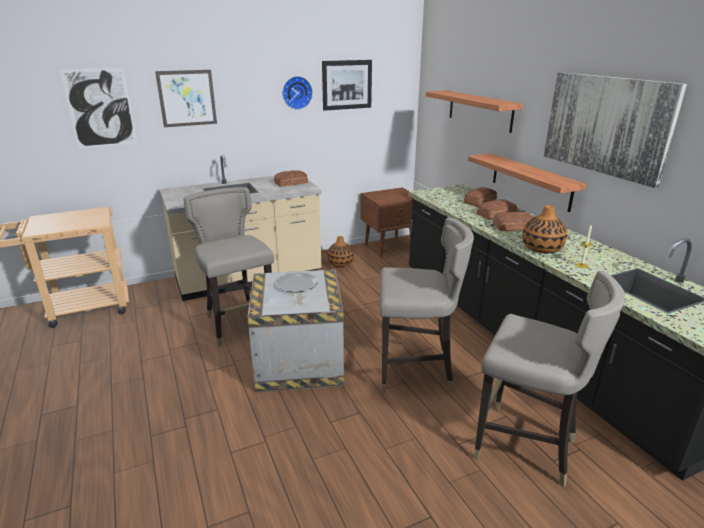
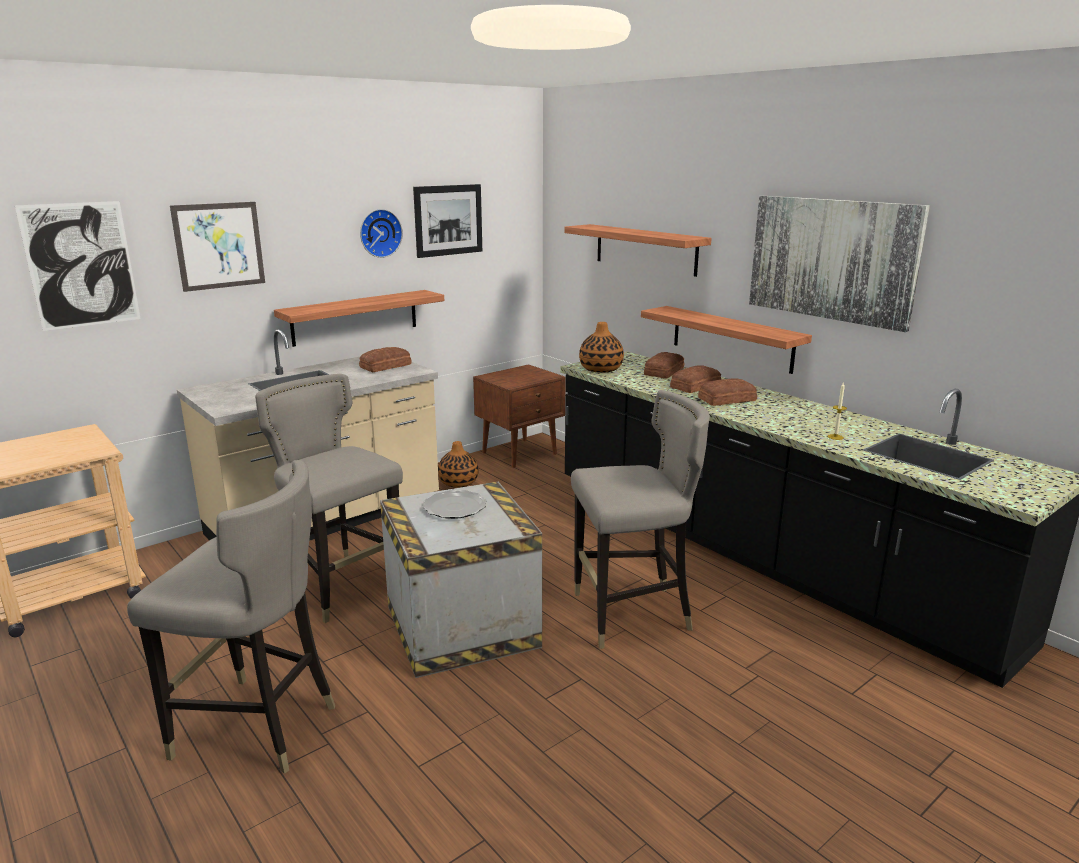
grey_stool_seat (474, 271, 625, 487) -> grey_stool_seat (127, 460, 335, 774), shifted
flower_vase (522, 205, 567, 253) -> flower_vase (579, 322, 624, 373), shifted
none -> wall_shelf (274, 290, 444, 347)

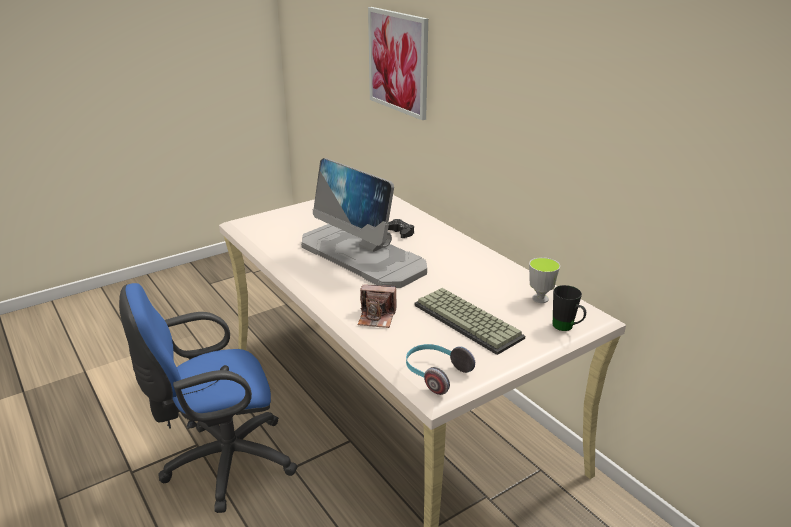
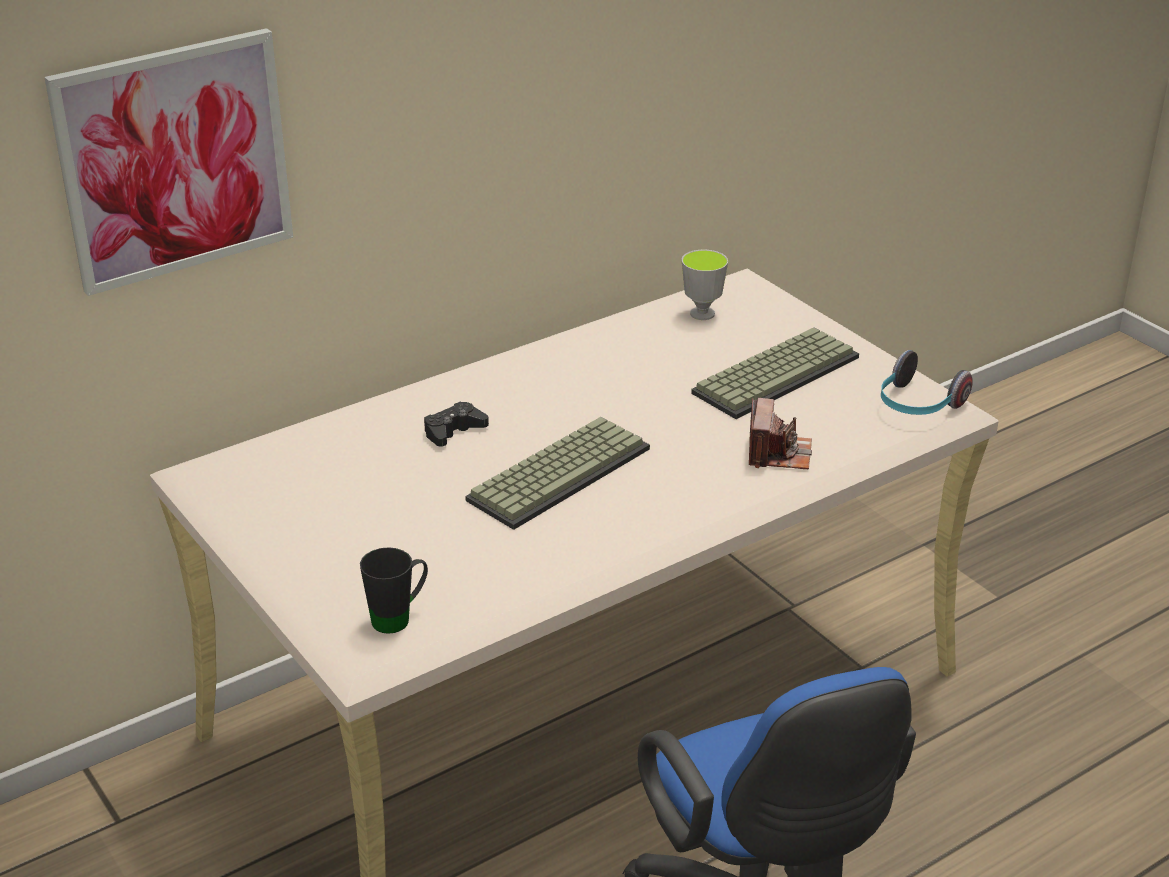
computer_screen (301, 158, 427, 288) -> PC_keyboard (465, 417, 650, 530)
black_tea_mug (553, 285, 586, 331) -> black_tea_mug (360, 547, 428, 634), shifted

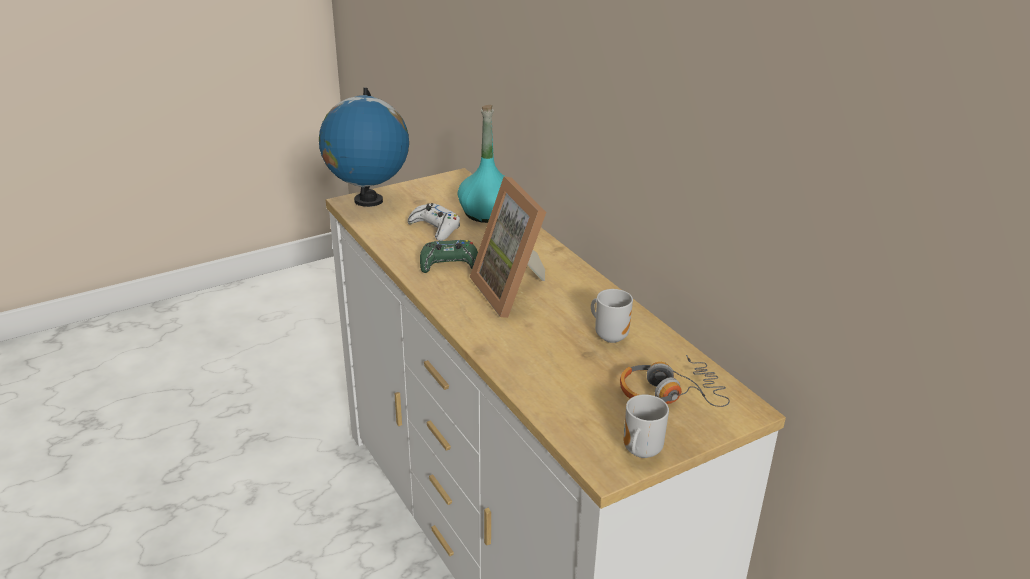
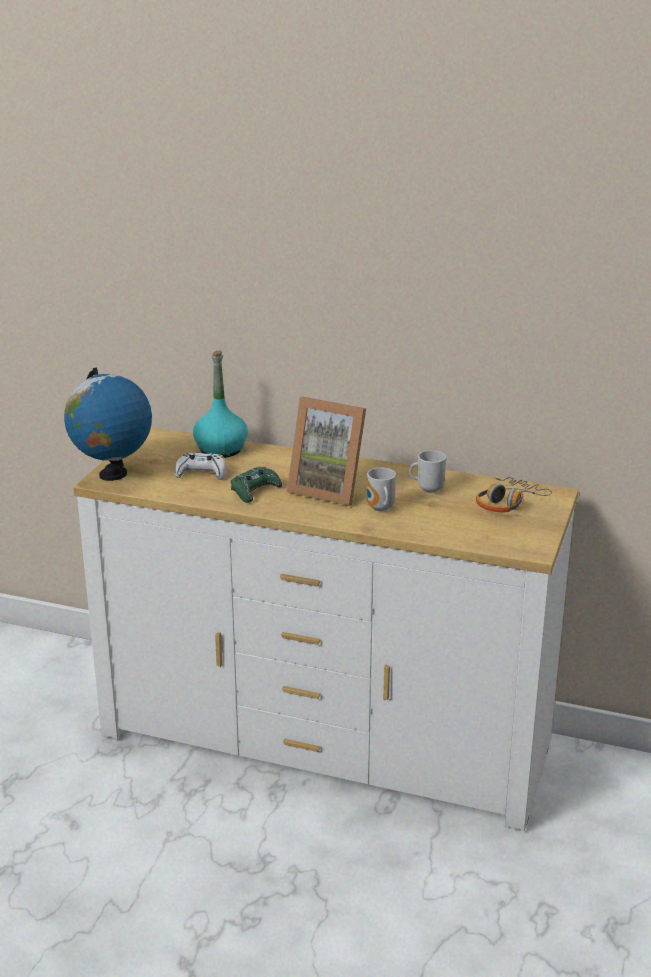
tea_mug (624, 395, 669, 458) -> tea_mug (367, 467, 396, 511), shifted

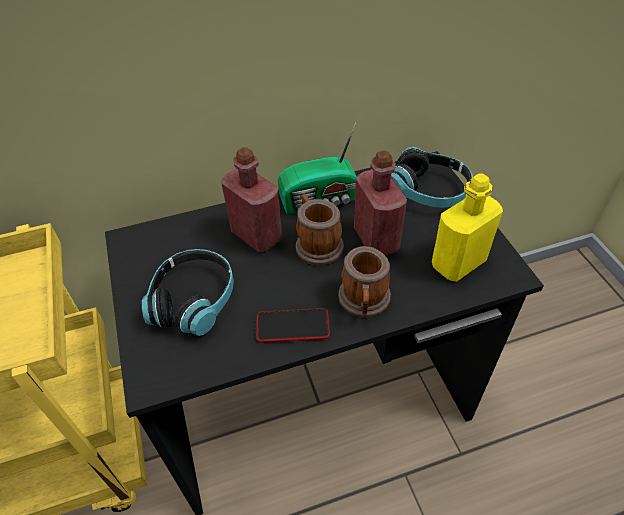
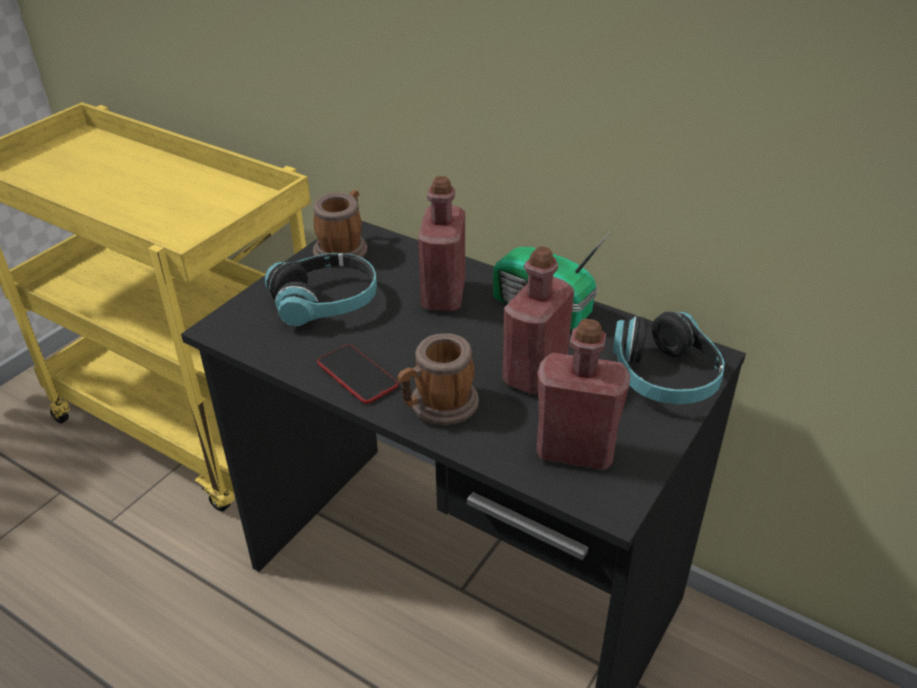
tea_mug (296, 194, 344, 265) -> tea_mug (313, 190, 367, 258), shifted
yellow_bottle (432, 173, 503, 282) -> red-coloured_bottle (536, 319, 630, 470)

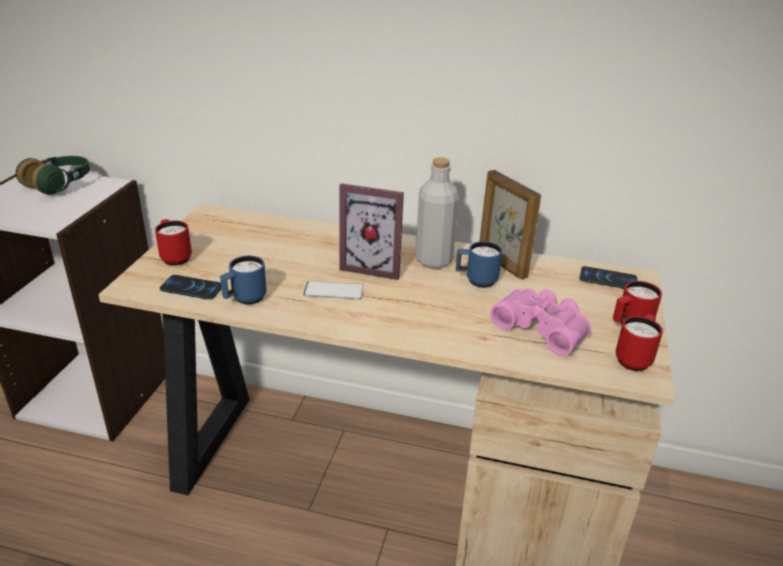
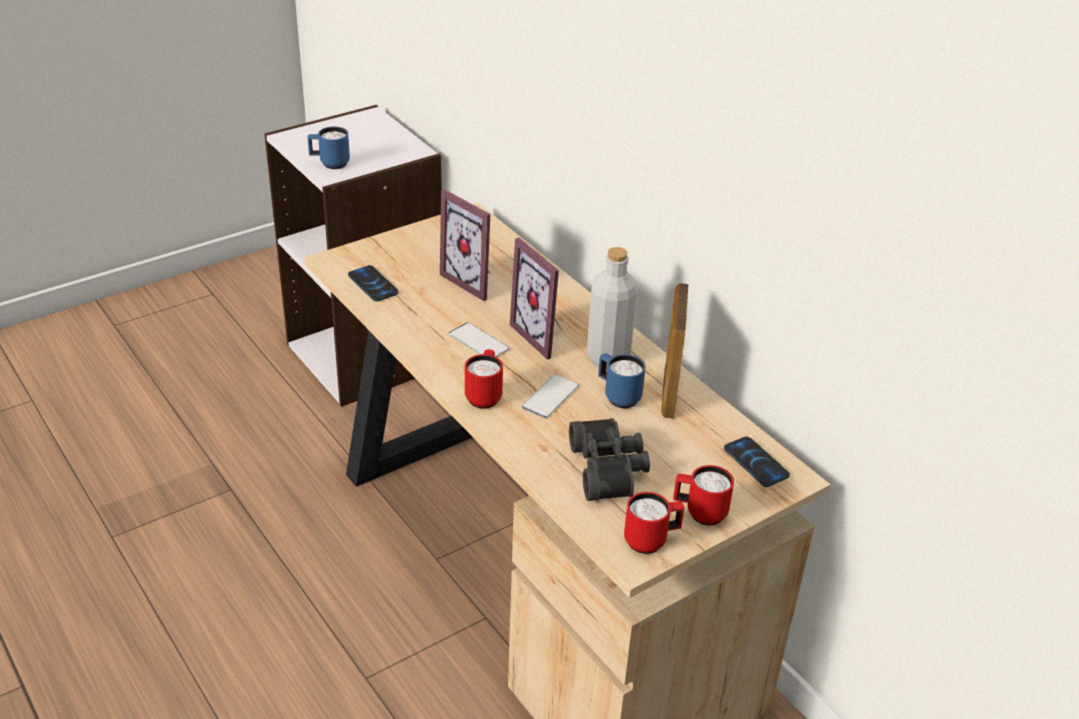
pair_of_headphones (16, 156, 90, 195) -> none
red-coloured_tea_mug (155, 219, 192, 266) -> red-coloured_tea_mug (465, 349, 503, 409), shifted
blue-coloured_tea_mug (220, 256, 266, 305) -> blue-coloured_tea_mug (307, 127, 350, 169), shifted
pink-coloured_binoculars (490, 288, 591, 356) -> black_binoculars (569, 418, 650, 501)
none -> photo_frame (440, 189, 492, 301)
none -> handset (522, 374, 579, 418)

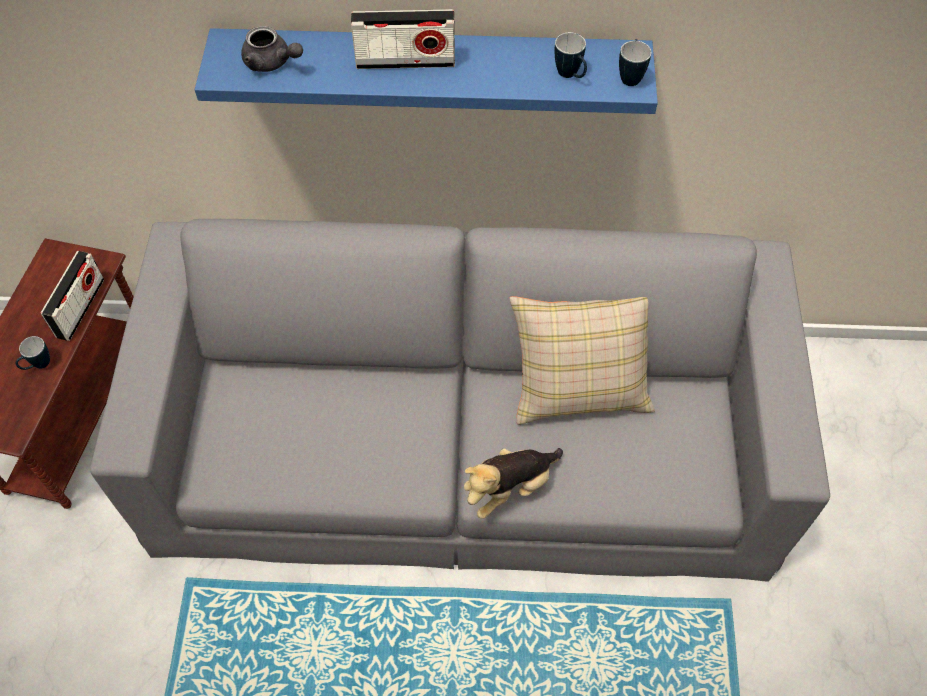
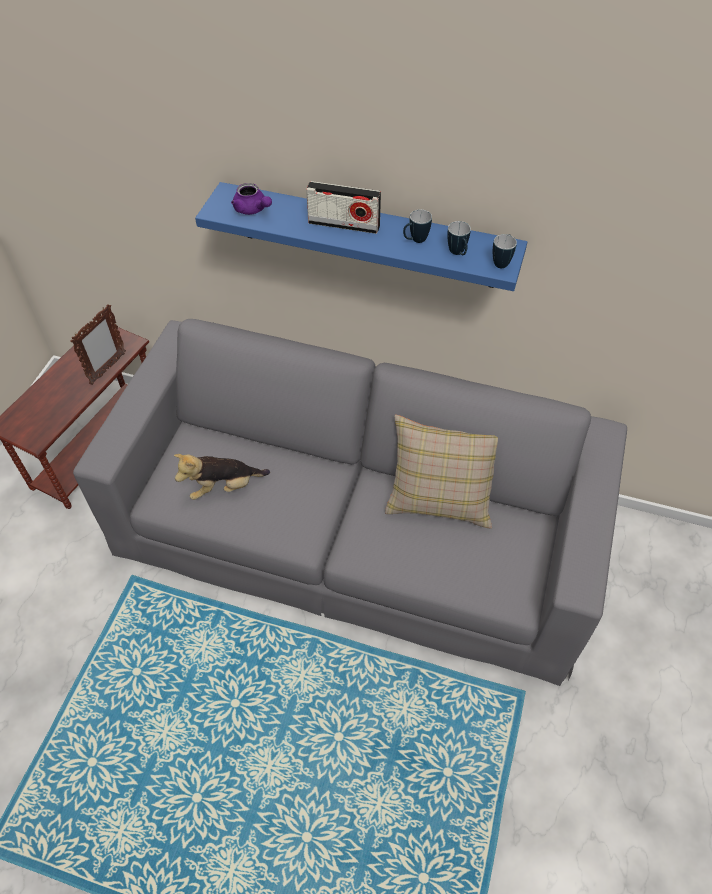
tea_mug (16, 336, 50, 370) -> tea_mug (403, 209, 432, 243), shifted
radio_set (40, 251, 104, 341) -> photo_frame (70, 304, 126, 385)
grey_pot_for_tea (241, 26, 303, 72) -> purple_pot_for_tea (231, 183, 272, 215)
cuddly_toy (464, 448, 563, 519) -> cuddly_toy (174, 454, 270, 500), shifted

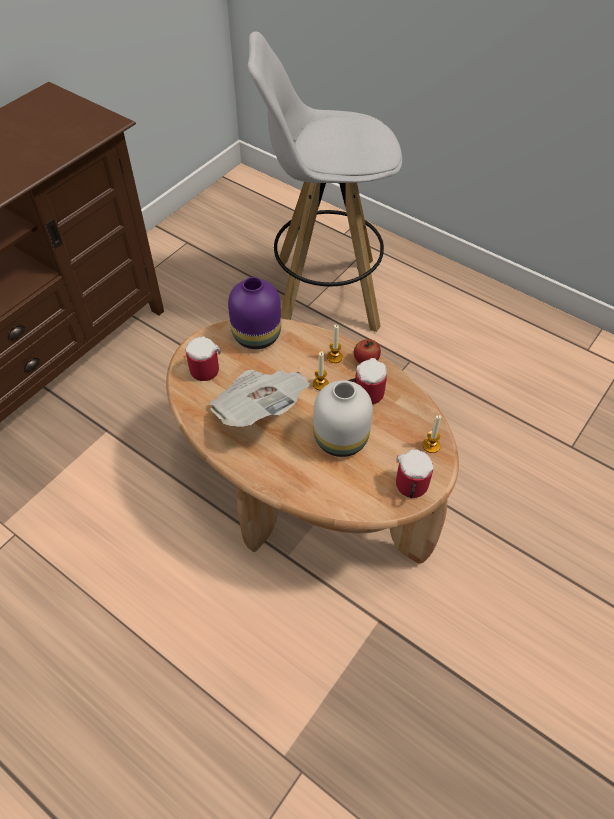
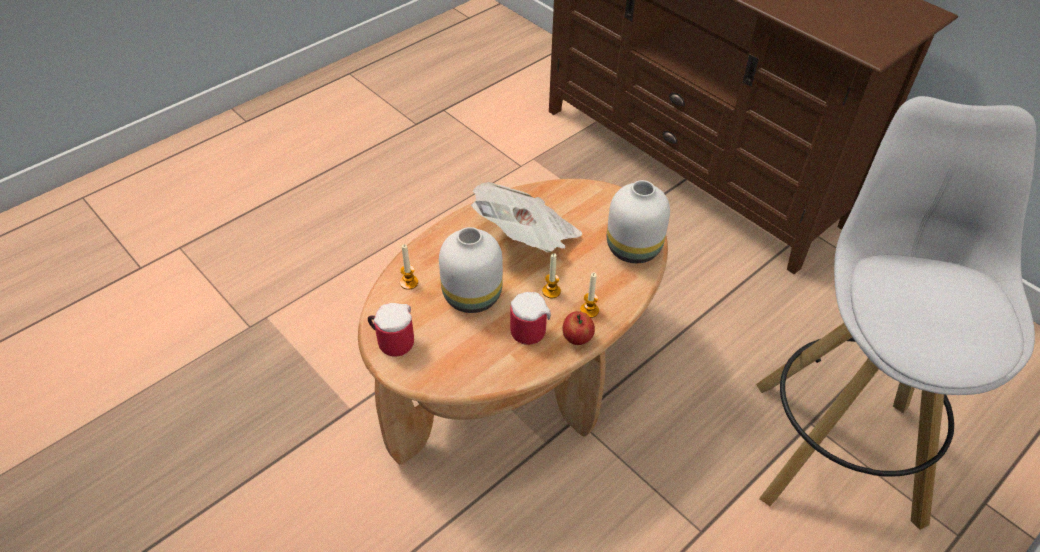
tea_mug (186, 336, 220, 381) -> none
purple_flower_vase (228, 277, 281, 349) -> whitish_flower_vase (607, 180, 670, 263)
wax_candle (423, 415, 441, 453) -> wax_candle (400, 244, 418, 290), shifted

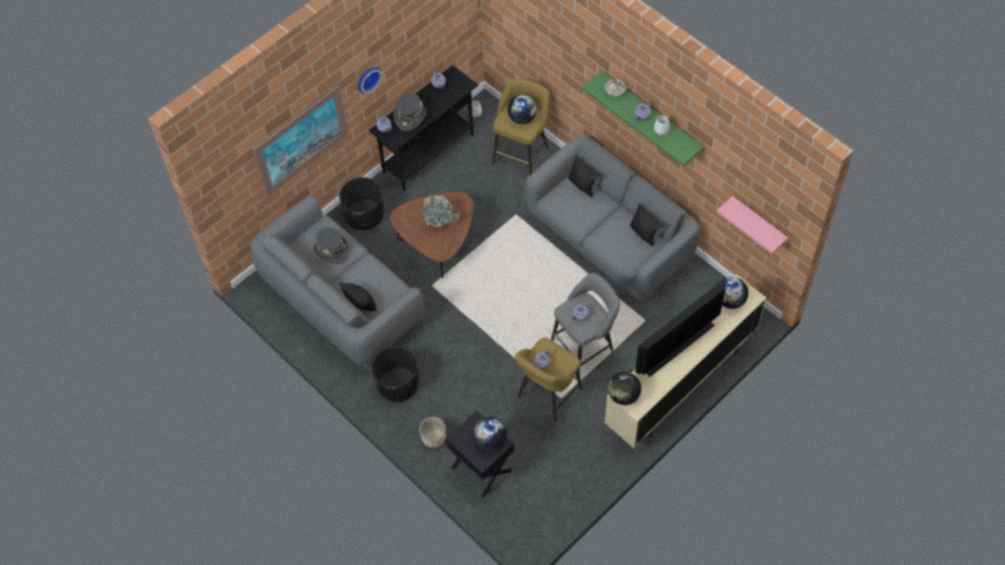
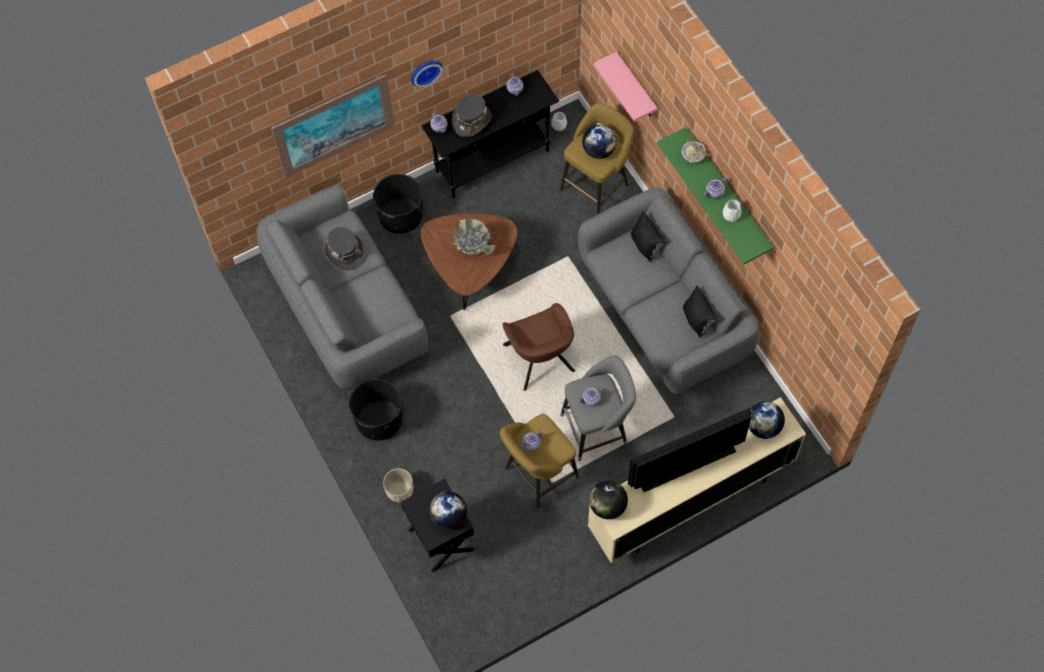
black_pillow (339, 283, 377, 311) -> none
pink-coloured_wall_shelf (717, 196, 788, 254) -> pink-coloured_wall_shelf (594, 52, 657, 122), shifted
none -> brown-coloured_easy_chair (503, 303, 575, 391)

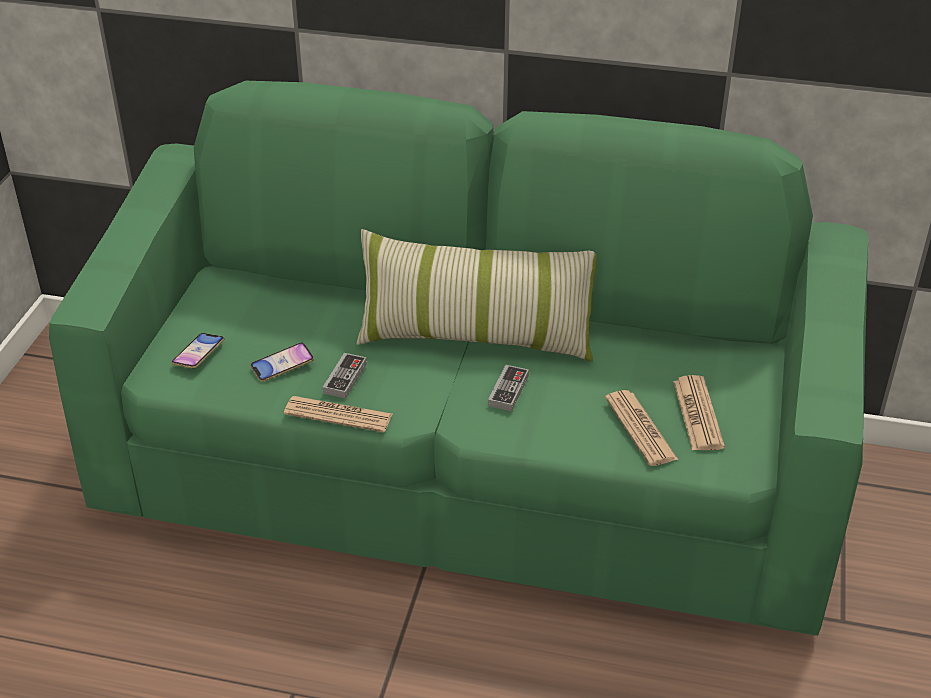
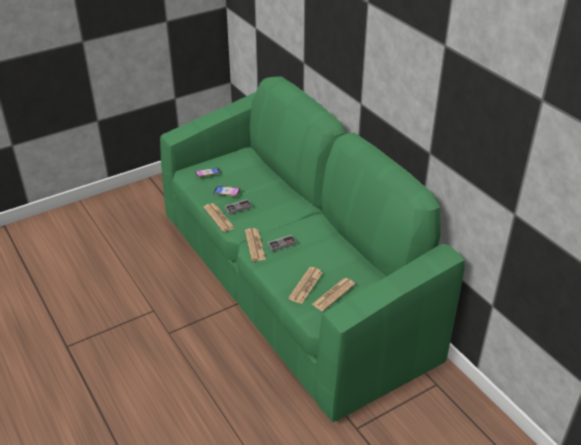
pillow (356, 229, 597, 362) -> none
none -> newspaper (245, 228, 266, 261)

